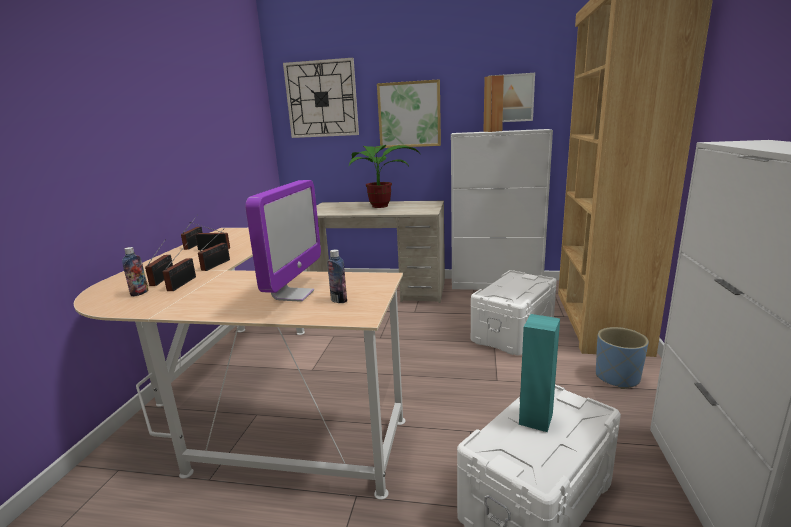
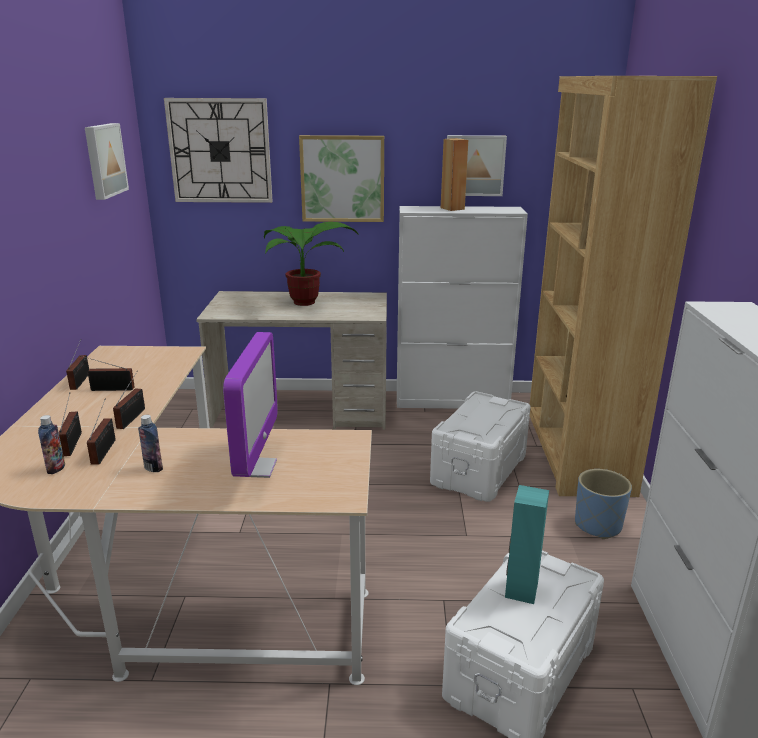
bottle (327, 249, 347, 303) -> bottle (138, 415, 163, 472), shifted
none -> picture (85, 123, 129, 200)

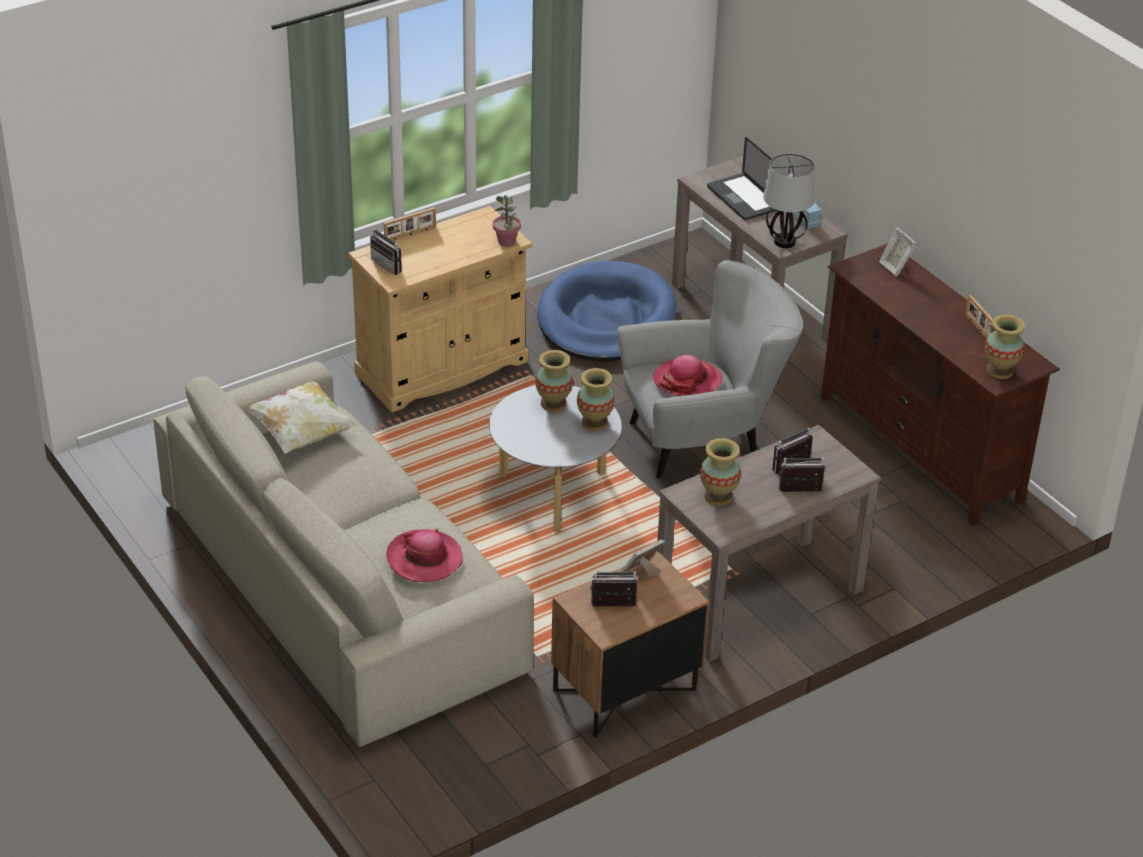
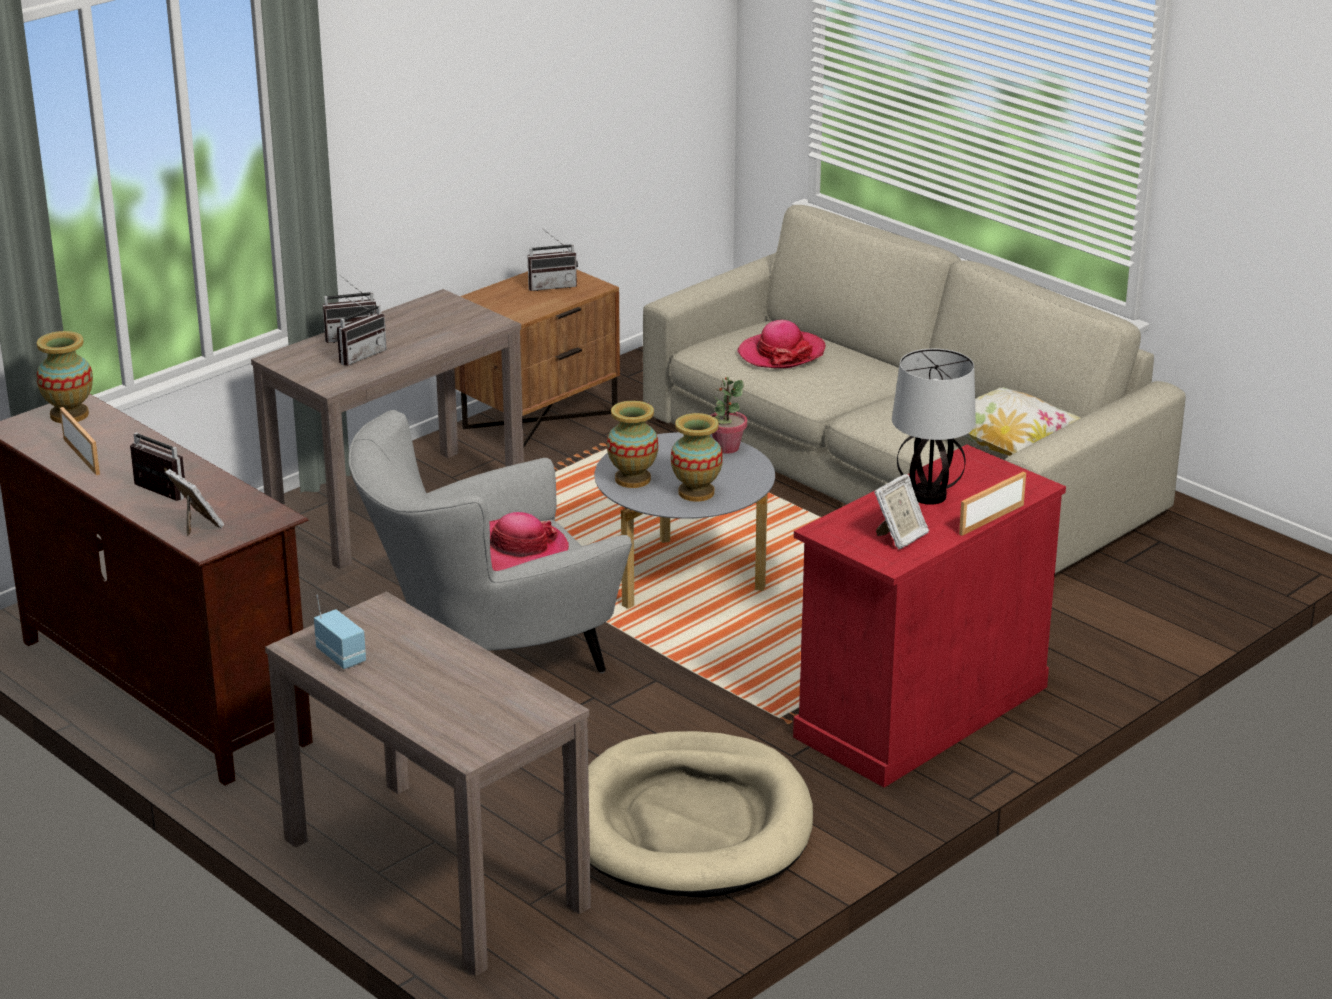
sand-coloured_storage_cabinet (348, 206, 532, 413) -> red-coloured_storage_cabinet (793, 445, 1066, 788)
radio_set (370, 223, 402, 275) -> radio_set (130, 432, 185, 501), shifted
plant_in_a_pot (493, 195, 521, 247) -> plant_in_a_pot (711, 377, 748, 454), shifted
blue-coloured_dog_bed (538, 261, 677, 361) -> sand-coloured_dog_bed (588, 731, 813, 898)
photo_frame (621, 540, 665, 577) -> photo_frame (874, 474, 929, 549), shifted
flower_vase (700, 438, 741, 506) -> none
laptop (707, 137, 778, 220) -> none
table_lamp (763, 154, 815, 248) -> table_lamp (892, 349, 976, 505), shifted

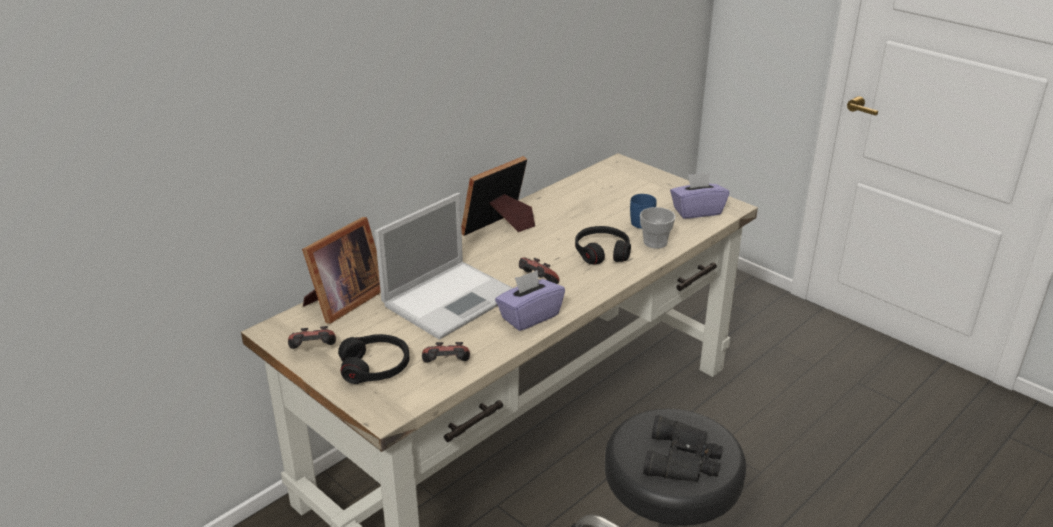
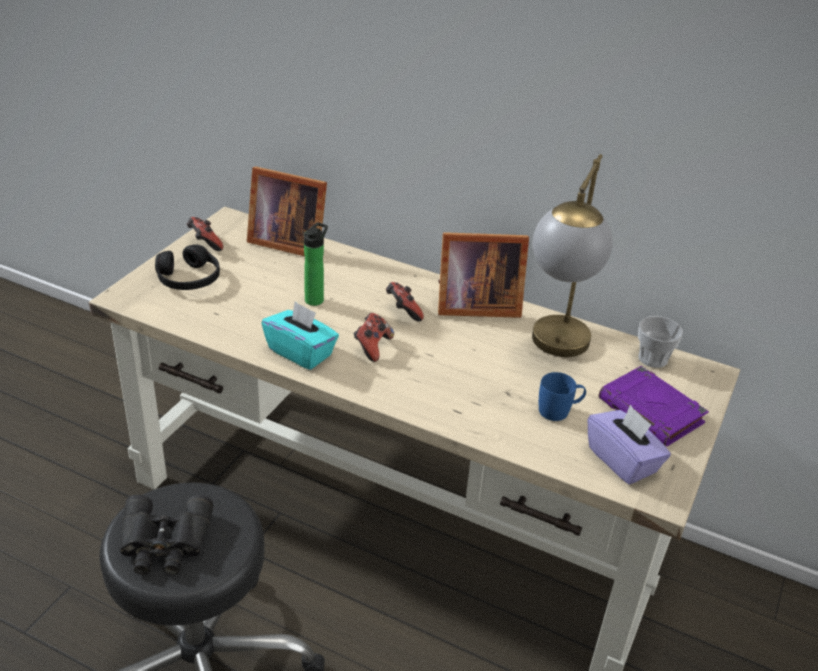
laptop (375, 193, 513, 340) -> bottle (304, 222, 328, 306)
joypad (422, 342, 470, 362) -> joypad (386, 282, 424, 321), shifted
photo_frame (461, 156, 535, 236) -> photo_frame (438, 232, 529, 318), 150 degrees clockwise
purple_box_of_tissues (495, 270, 565, 331) -> turquoise_box_of_tissues (261, 301, 339, 370)
black_pair_of_headphones (575, 226, 631, 265) -> none
cup (640, 207, 676, 249) -> cup (638, 316, 683, 368), shifted
none -> table_lamp (532, 154, 613, 357)
none -> purple_bound_book (599, 366, 709, 447)

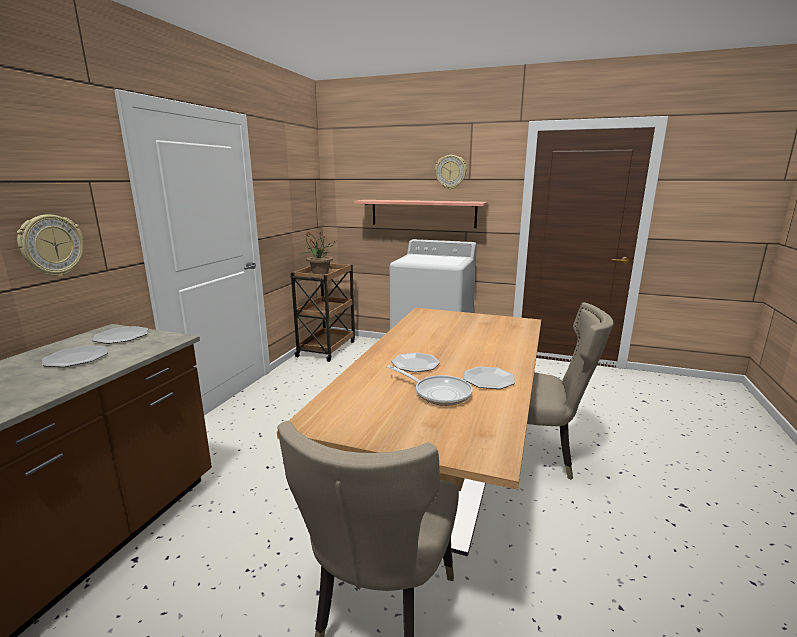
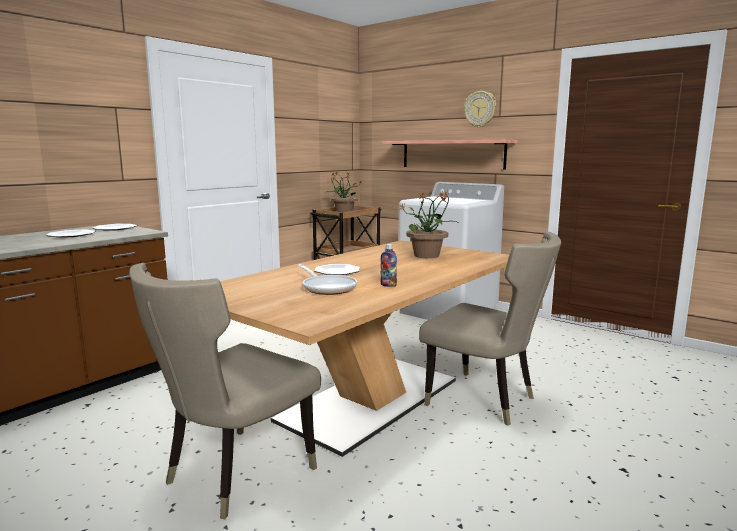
hanging_clock (17, 214, 84, 277) -> none
flat_dish (464, 366, 515, 389) -> bottle (380, 244, 397, 287)
none -> plant_in_a_pot (400, 191, 456, 258)

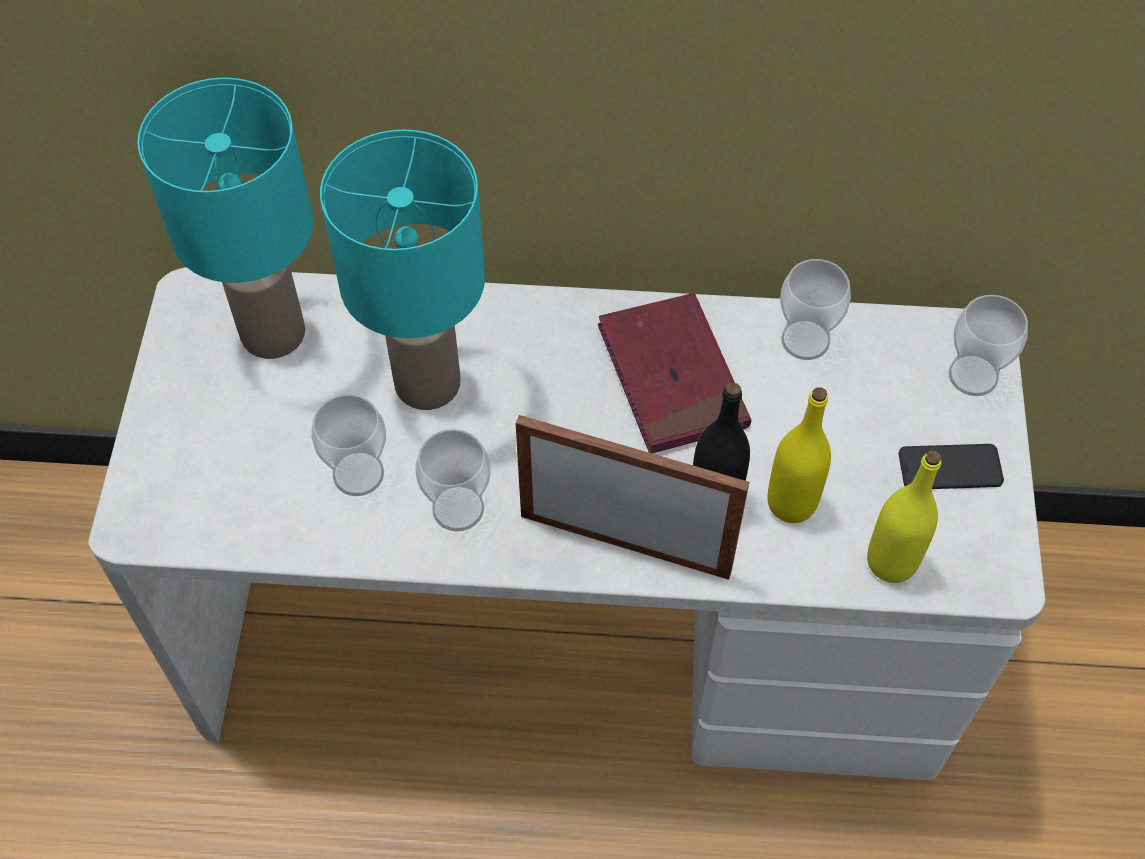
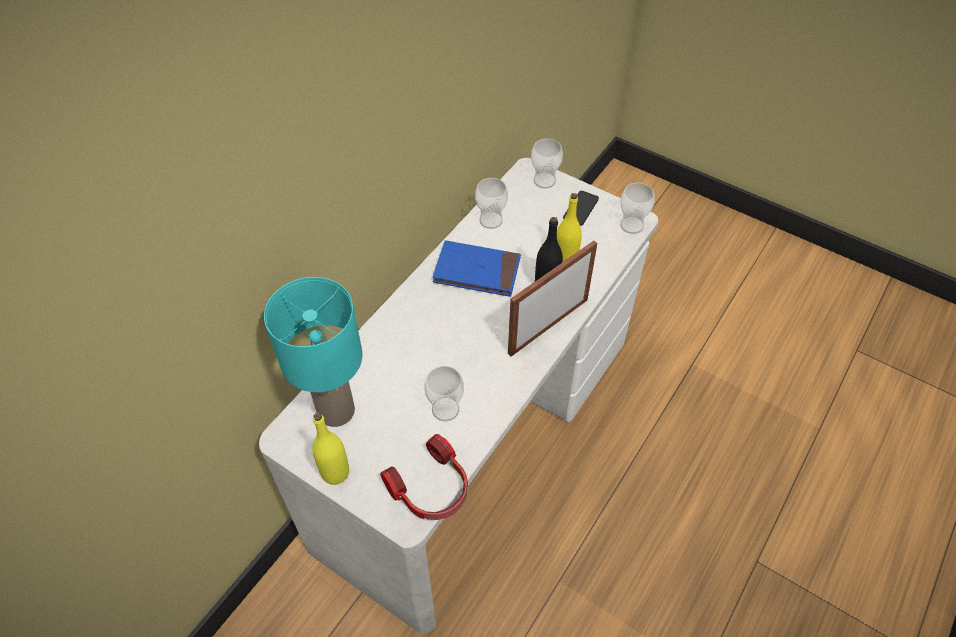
turquoise_table_lamp (320, 130, 485, 410) -> none
cup (415, 429, 490, 531) -> cup (620, 183, 655, 234), shifted
red-coloured_bound_book (598, 293, 751, 453) -> blue-coloured_bound_book (433, 240, 521, 297)
yellow_bottle (867, 450, 941, 583) -> yellow_bottle (312, 413, 349, 485), shifted
none -> pair_of_headphones (380, 434, 468, 520)

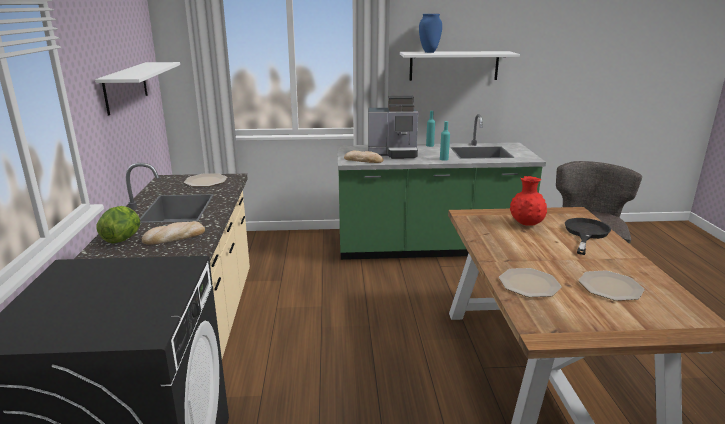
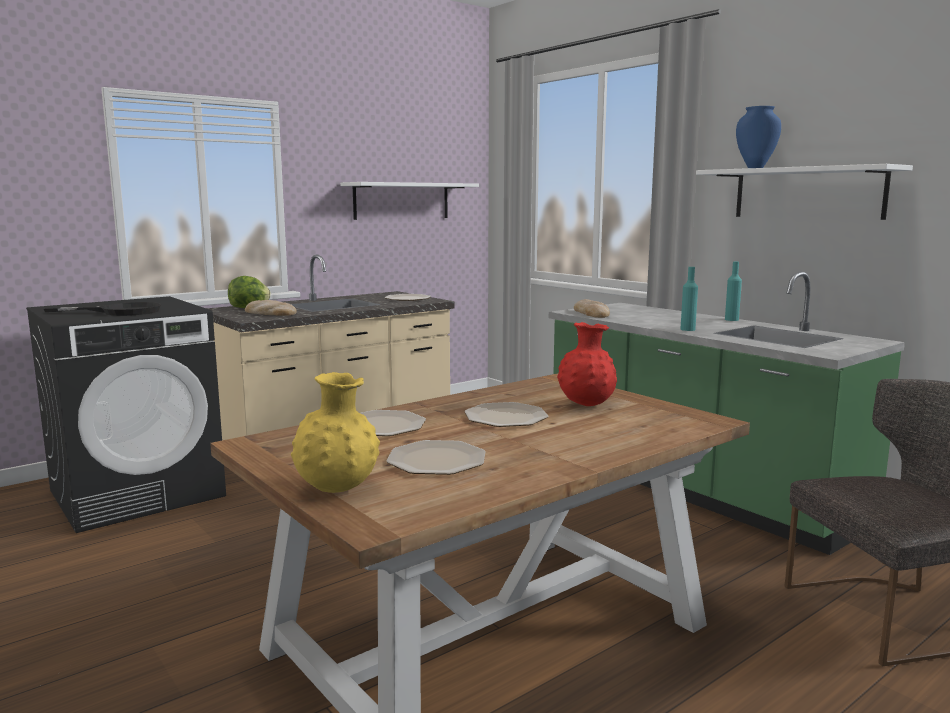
coffee_brewer (368, 95, 418, 159) -> none
black_frying_pan (565, 218, 611, 255) -> black_frying_pan (44, 302, 161, 316), shifted
none -> yellow_flower_vase (291, 372, 380, 493)
none -> flat_dish (464, 402, 548, 427)

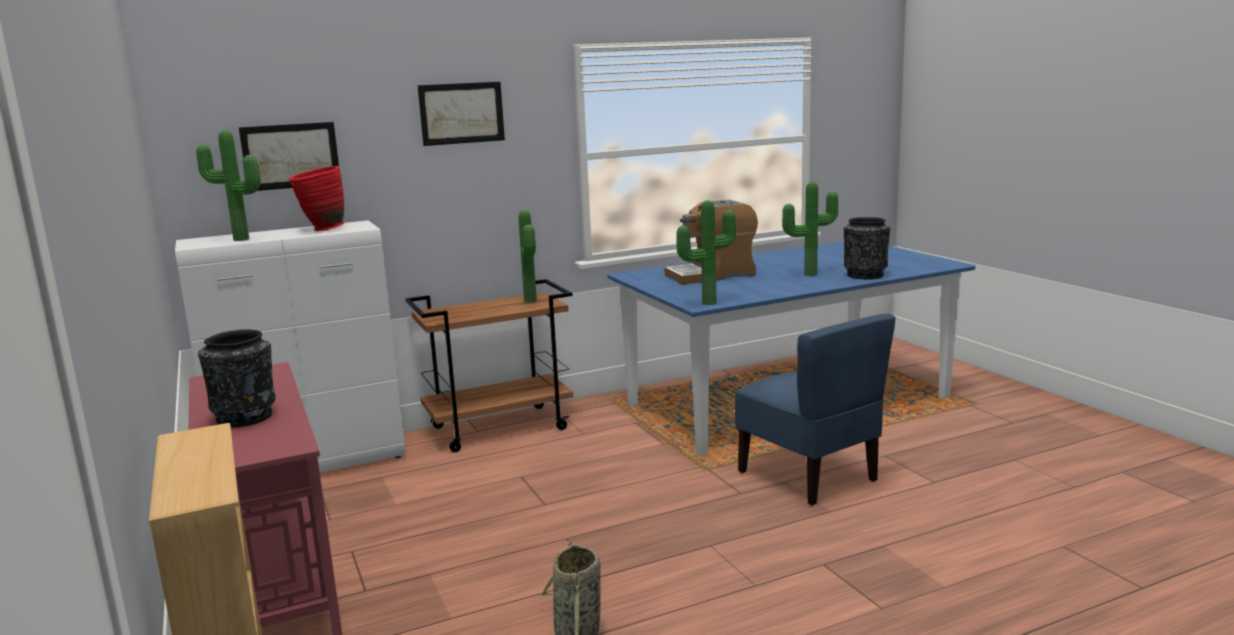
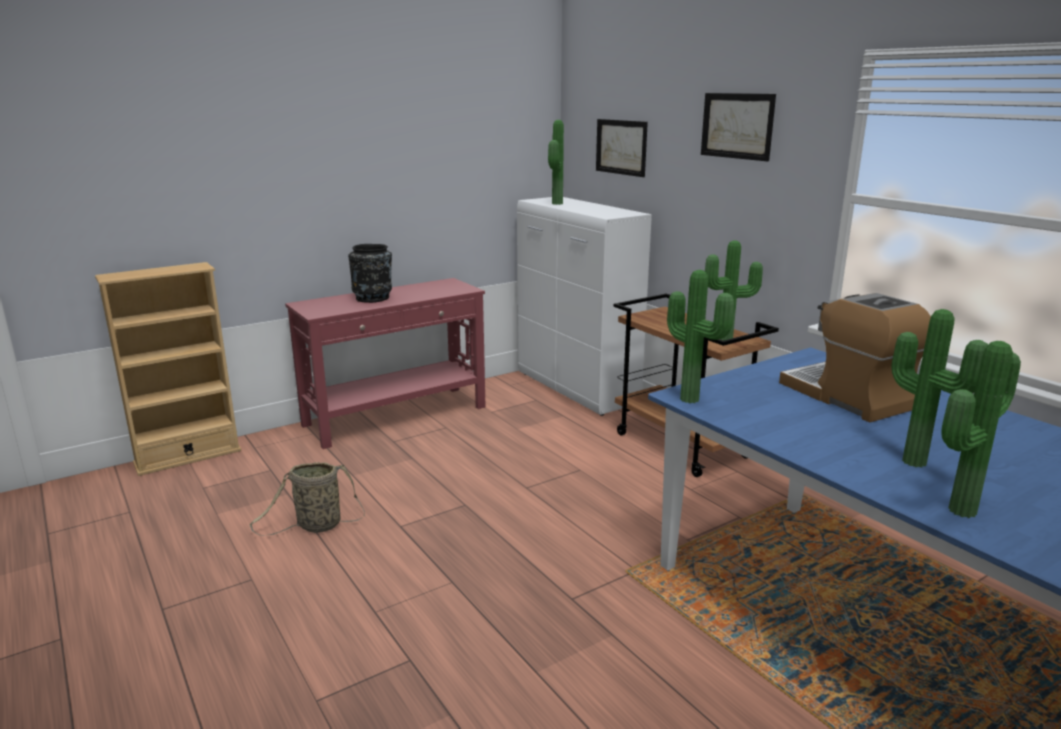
red-coloured_flower_vase (289, 166, 344, 231) -> none
blue-coloured_upright_chair (735, 314, 896, 506) -> none
black_flower_vase (844, 217, 890, 279) -> plant_in_a_pot (941, 341, 1021, 518)

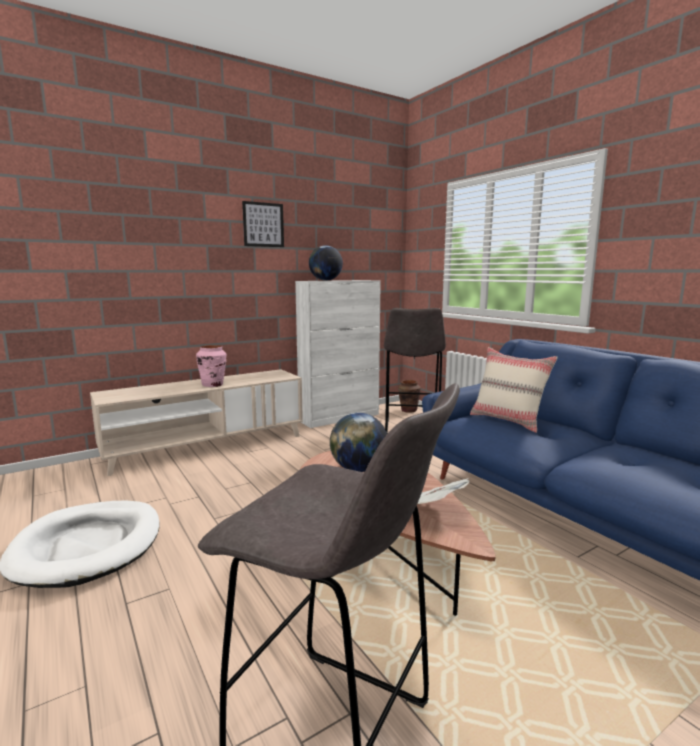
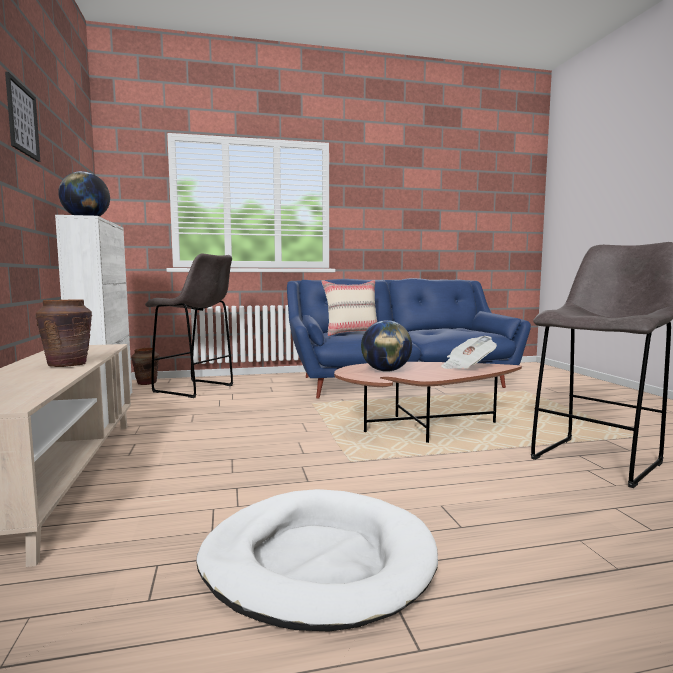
pink-coloured_flower_vase (196, 345, 227, 387) -> brown-coloured_flower_vase (35, 299, 92, 367)

